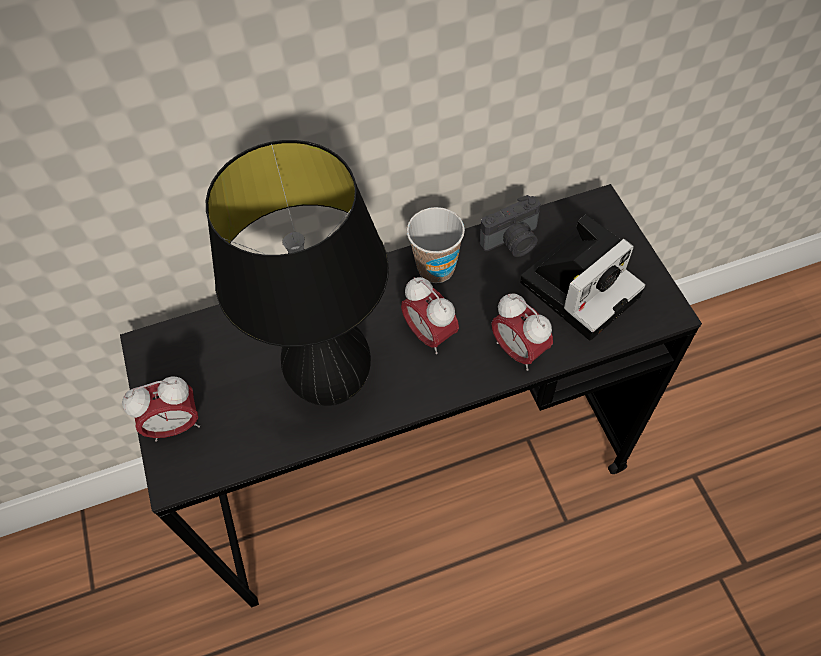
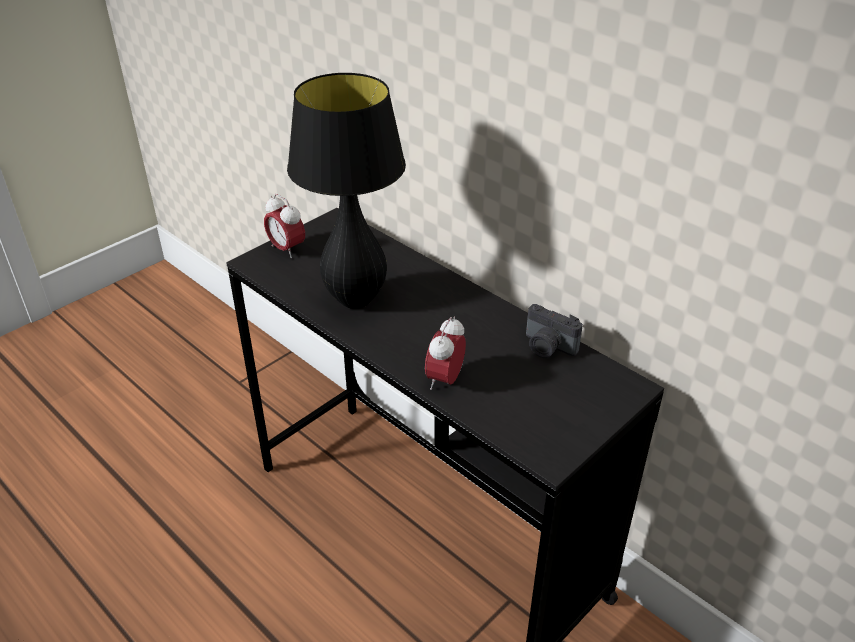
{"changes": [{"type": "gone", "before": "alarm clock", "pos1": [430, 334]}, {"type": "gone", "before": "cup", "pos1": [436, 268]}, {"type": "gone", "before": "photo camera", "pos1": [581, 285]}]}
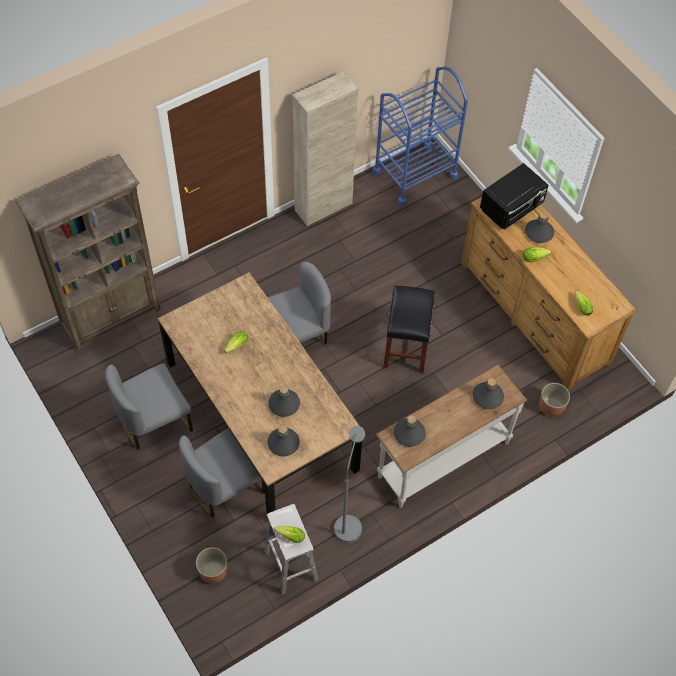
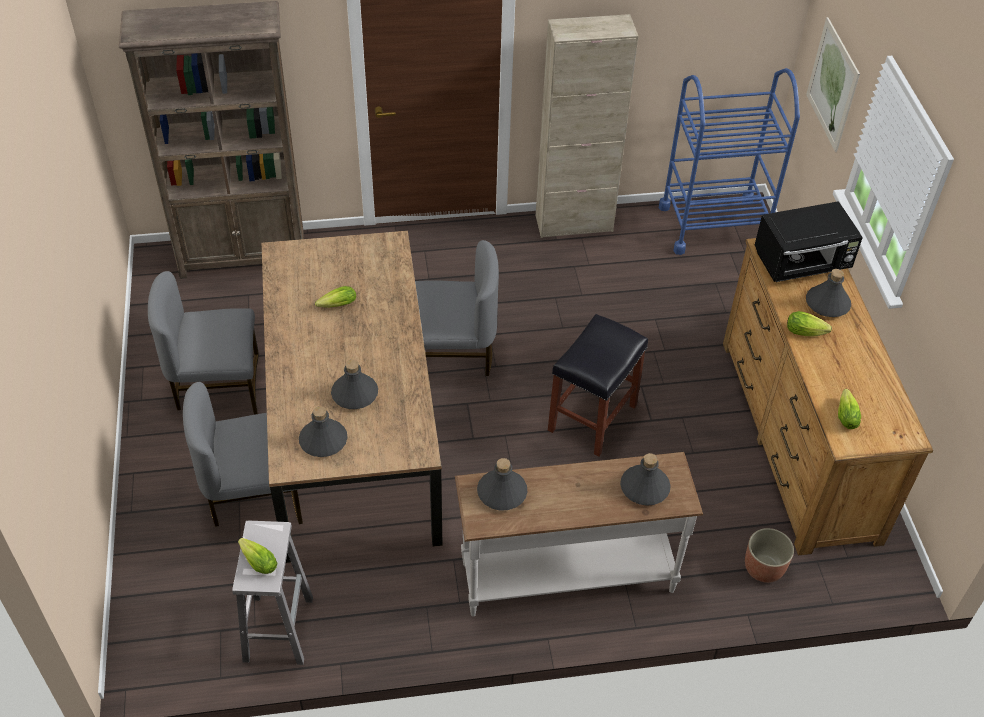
{"changes": [{"type": "gone", "before": "planter", "pos1": [213, 571]}, {"type": "gone", "before": "grey floor lamp", "pos1": [348, 521]}, {"type": "new", "after": "picture", "pos2": [832, 84]}]}
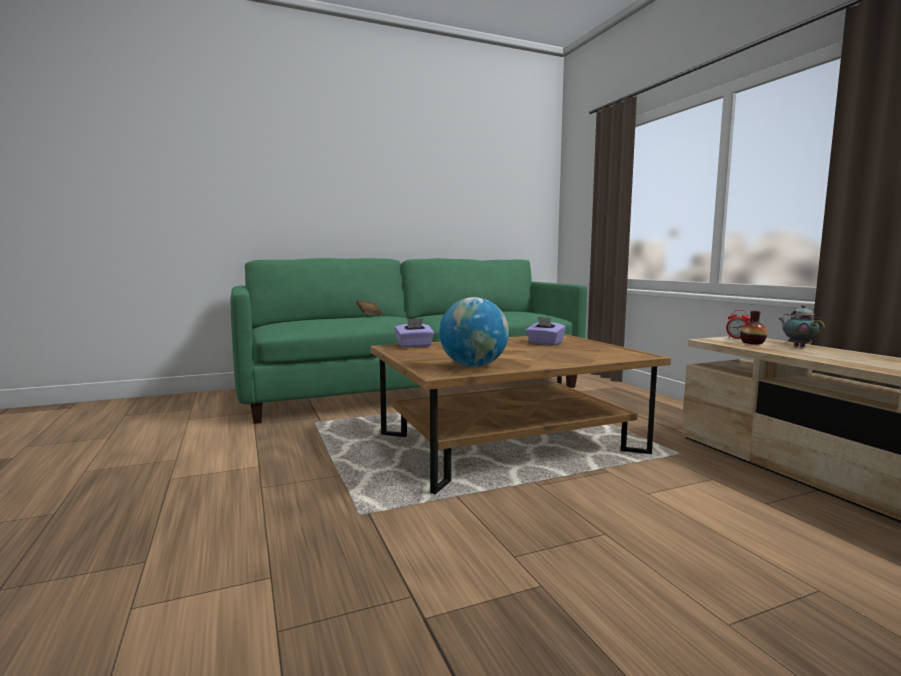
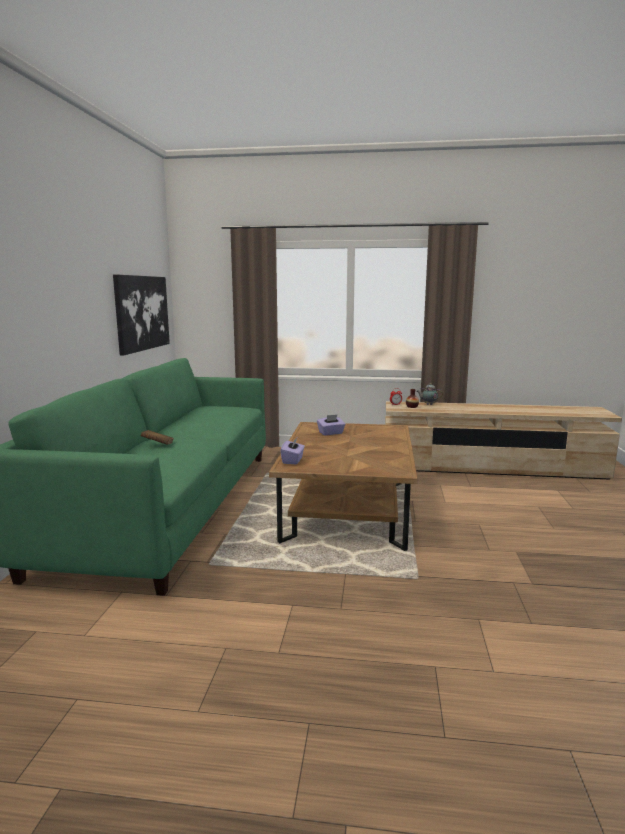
{"changes": [{"type": "gone", "before": "globe", "pos1": [473, 366]}, {"type": "new", "after": "picture", "pos2": [142, 313]}]}
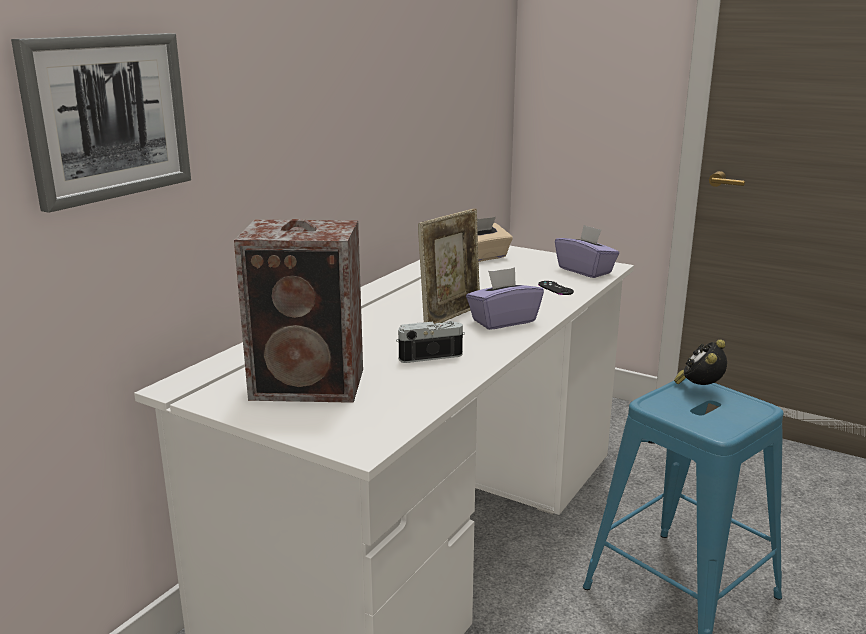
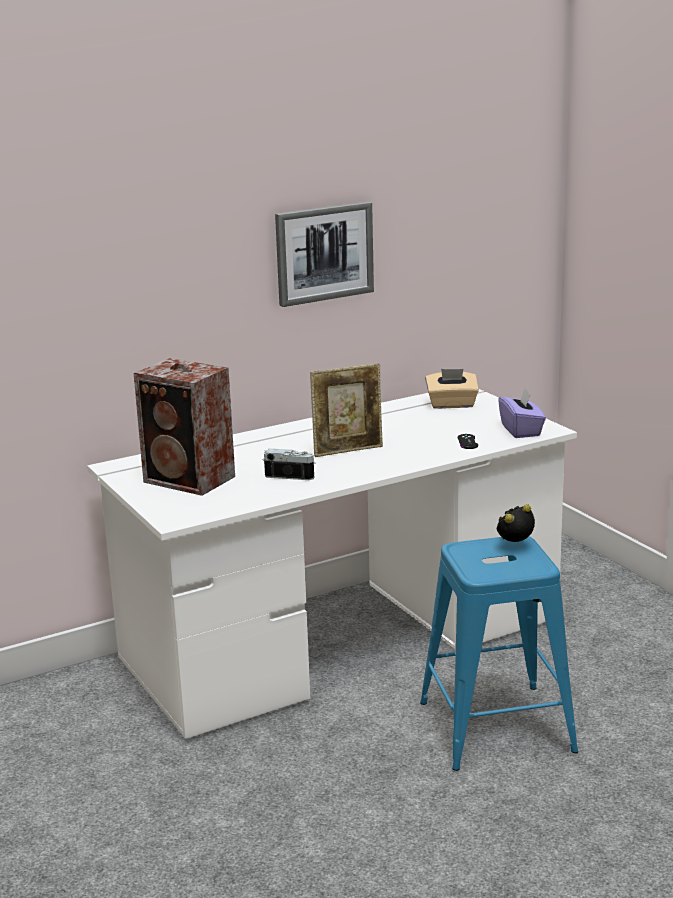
{"changes": [{"type": "shifted", "before": "picture", "pos1": [107, 117], "pos2": [324, 253]}, {"type": "gone", "before": "purple tissue box", "pos1": [503, 321]}]}
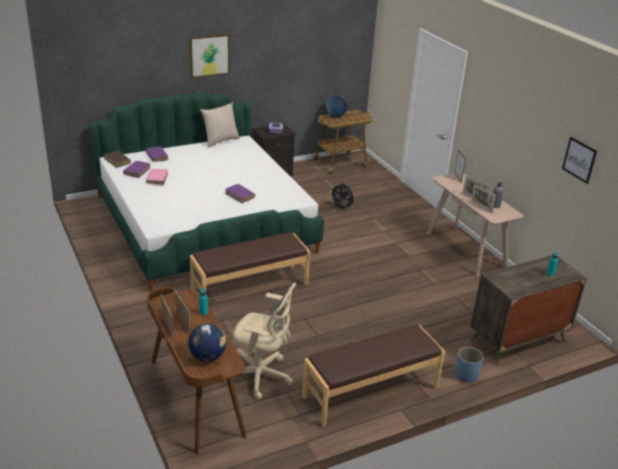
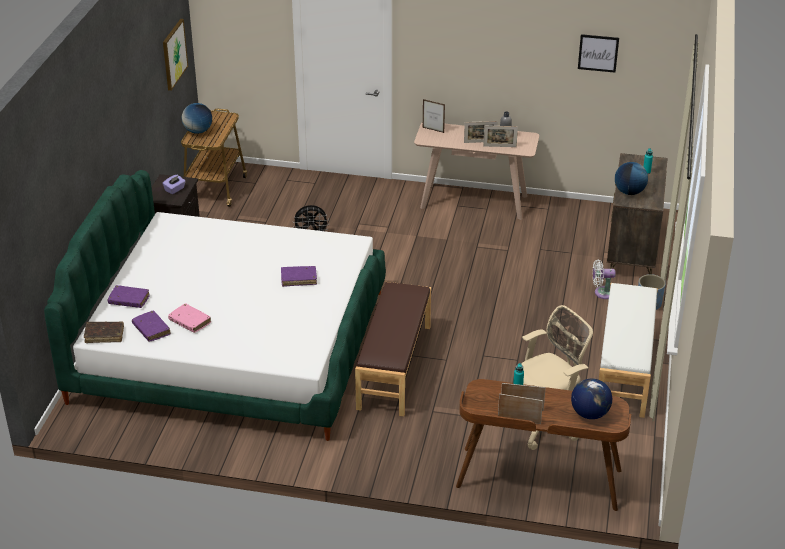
{"changes": [{"type": "shifted", "before": "picture", "pos1": [209, 55], "pos2": [174, 54]}, {"type": "gone", "before": "beige pillow", "pos1": [220, 141]}, {"type": "repainted", "before": "brown bench", "after": "white bench", "pos1": [371, 393], "pos2": [625, 368]}, {"type": "new", "after": "white fan", "pos2": [602, 293]}, {"type": "new", "after": "globe", "pos2": [629, 192]}]}
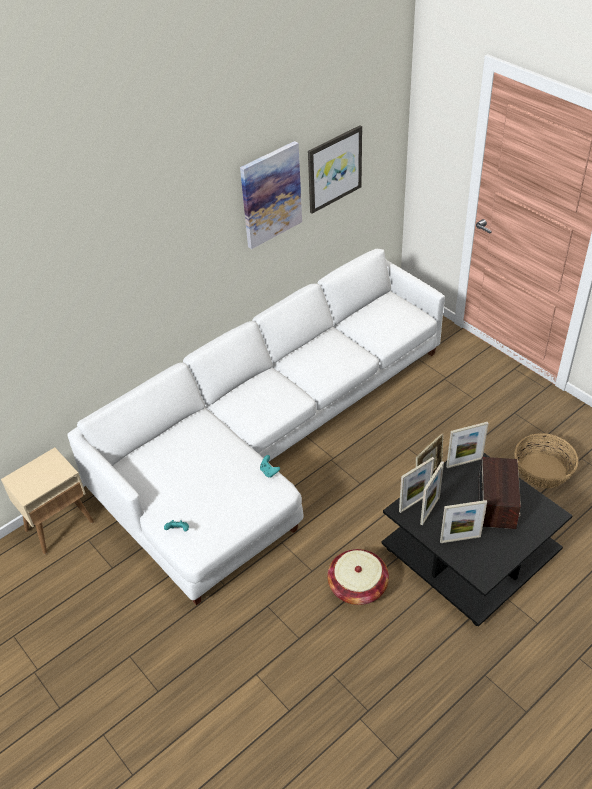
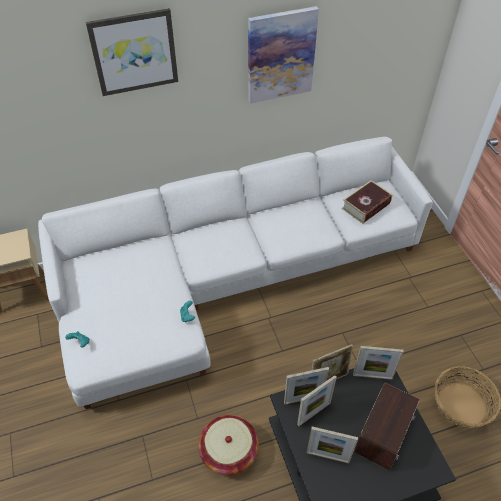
{"changes": [{"type": "shifted", "before": "picture", "pos1": [334, 169], "pos2": [134, 52]}, {"type": "new", "after": "book", "pos2": [366, 206]}]}
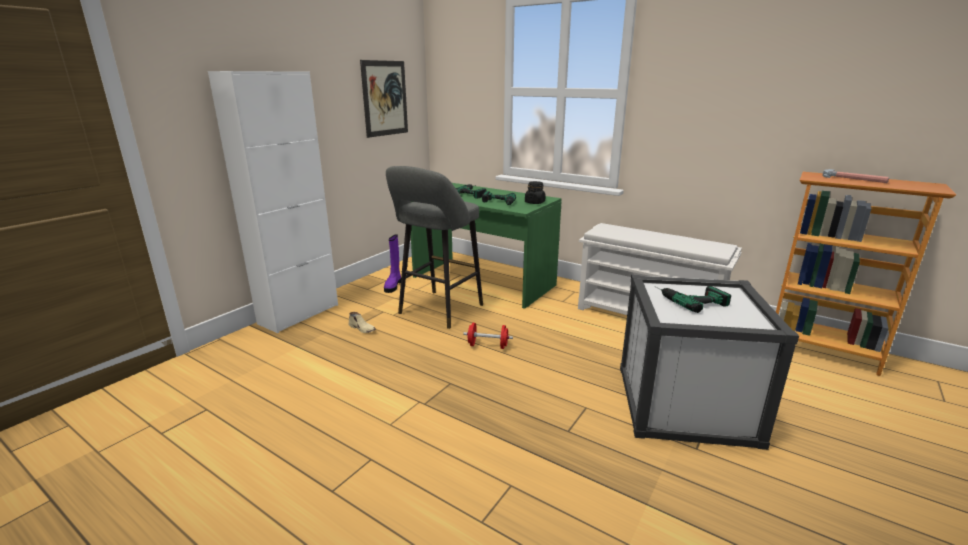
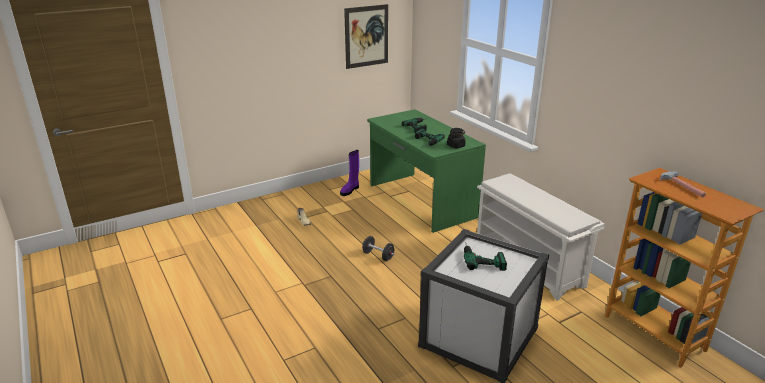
{"changes": [{"type": "gone", "before": "white cabinet", "pos1": [299, 314]}, {"type": "gone", "before": "grey stool", "pos1": [438, 311]}, {"type": "repainted", "before": "red dumbbell", "after": "black dumbbell", "pos1": [488, 345], "pos2": [378, 256]}]}
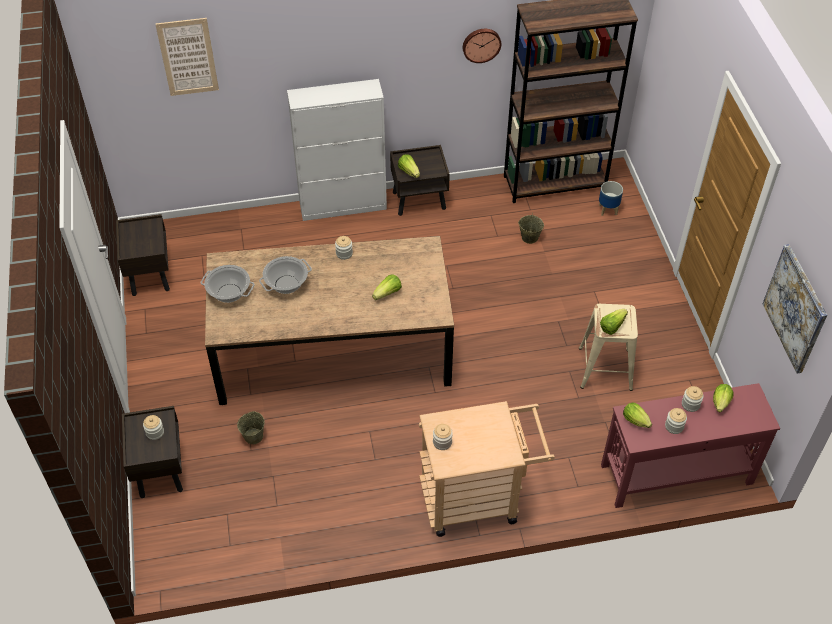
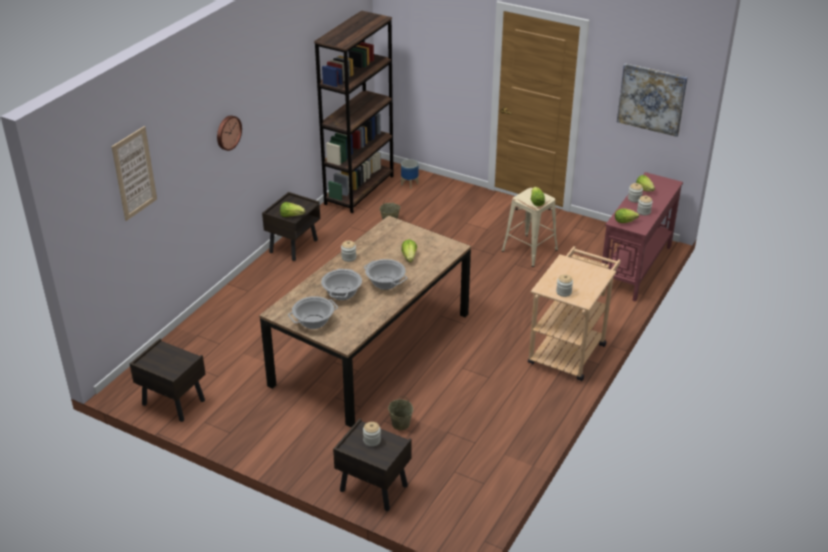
{"changes": [{"type": "gone", "before": "white cabinet", "pos1": [343, 205]}, {"type": "shifted", "before": "wall clock", "pos1": [481, 44], "pos2": [227, 132]}, {"type": "new", "after": "cooking pot", "pos2": [385, 283]}]}
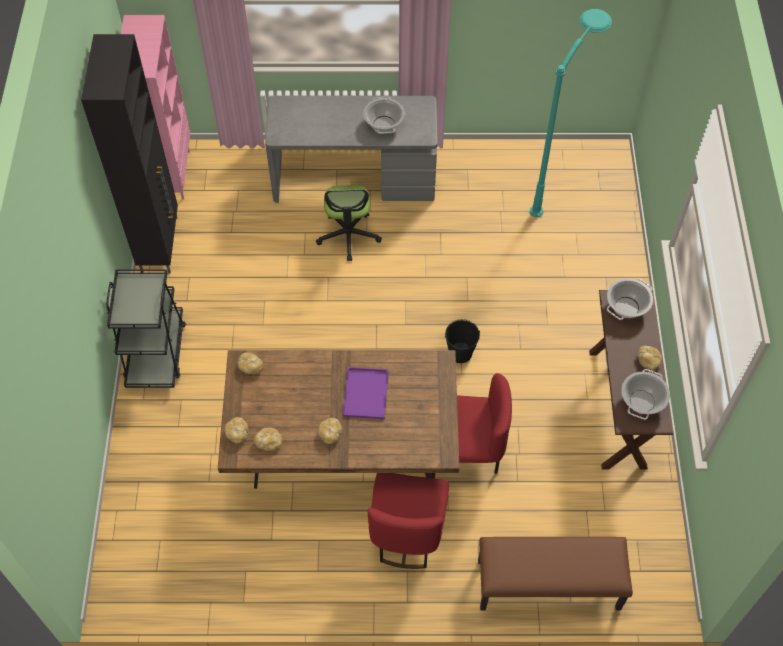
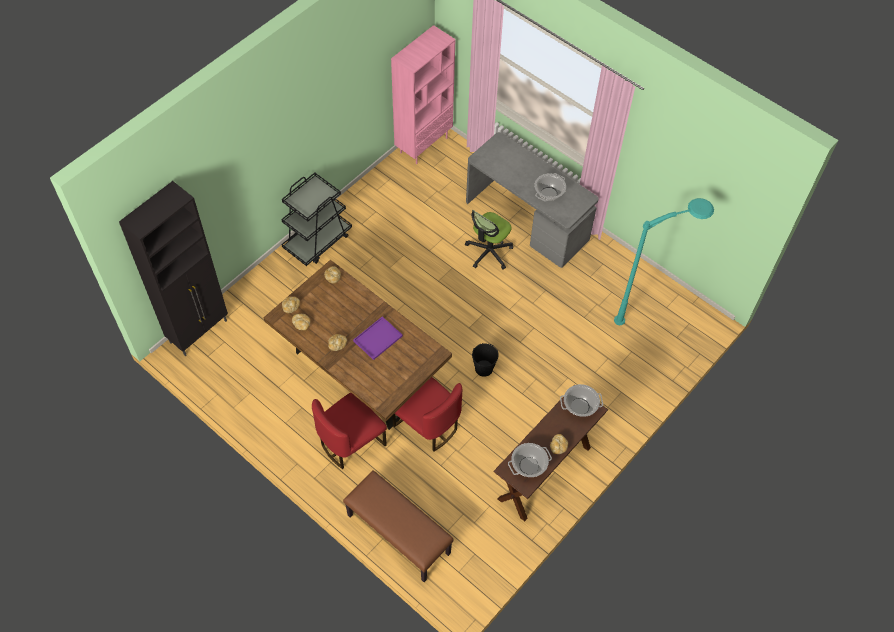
{"changes": [{"type": "shifted", "before": "black cabinet", "pos1": [160, 244], "pos2": [199, 331]}]}
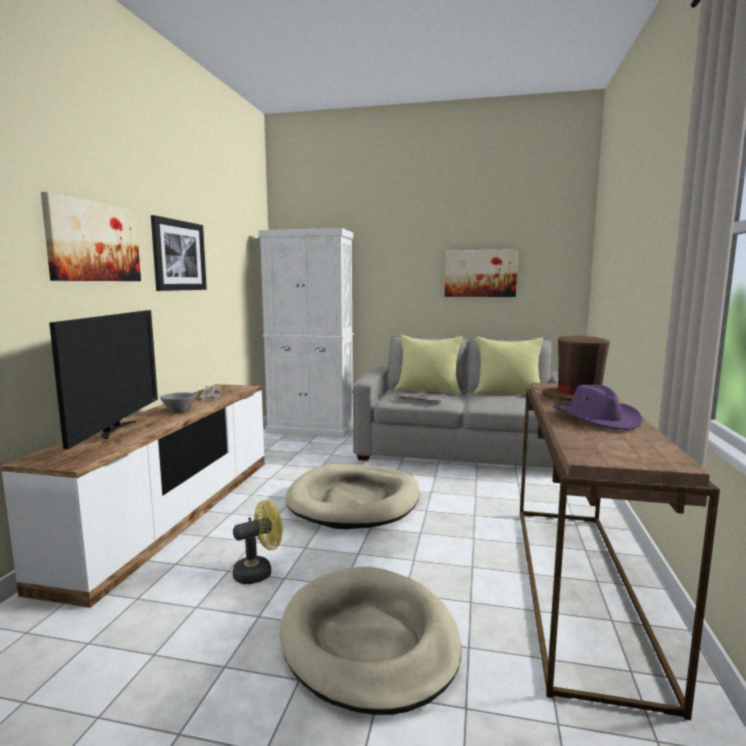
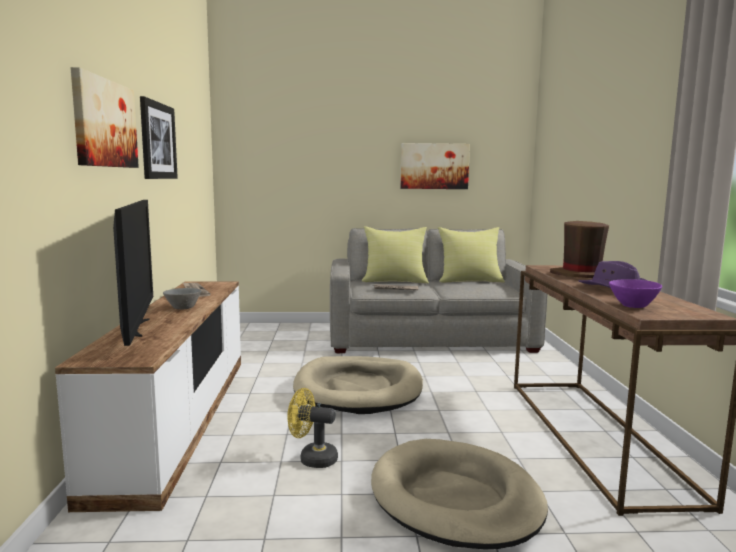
{"changes": [{"type": "rotated", "before": "yellow fan", "pos1": [258, 572], "pos2": [312, 459], "turn": -120}, {"type": "gone", "before": "white cabinet", "pos1": [311, 430]}, {"type": "new", "after": "purple bowl", "pos2": [631, 305]}]}
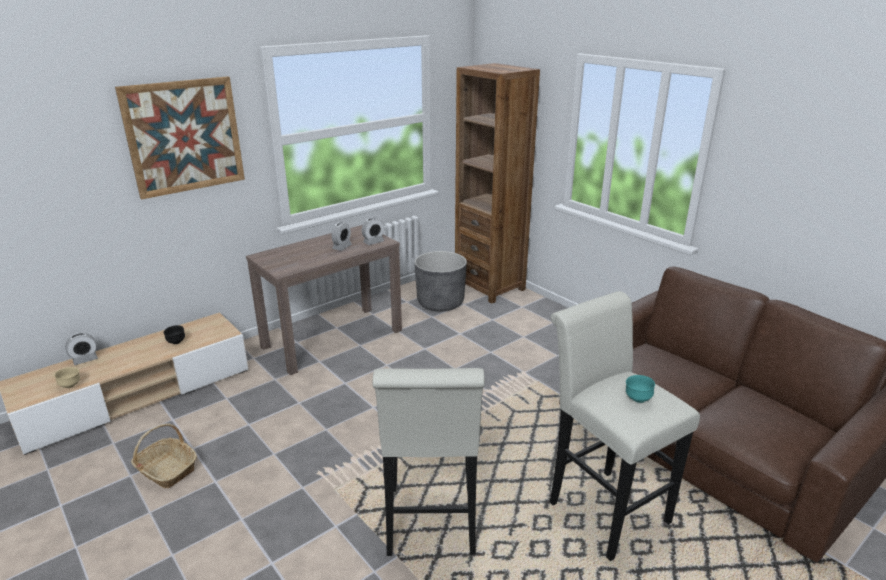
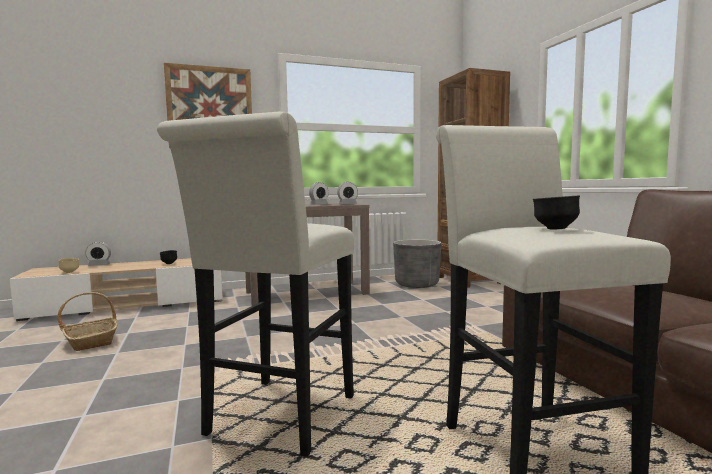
{"changes": [{"type": "repainted", "before": "turquoise bowl", "after": "black bowl", "pos1": [637, 399], "pos2": [554, 229]}]}
